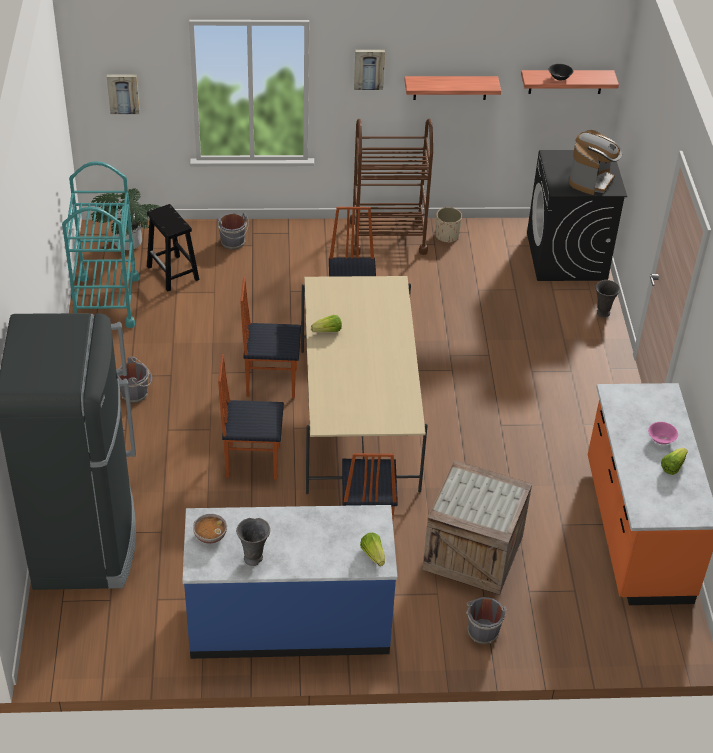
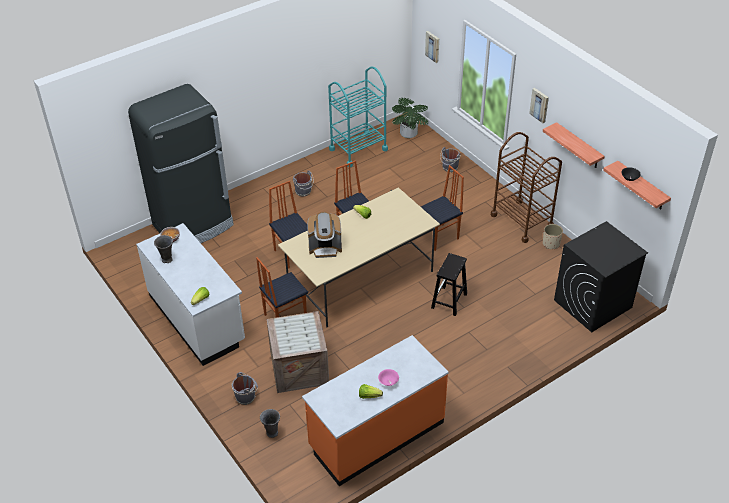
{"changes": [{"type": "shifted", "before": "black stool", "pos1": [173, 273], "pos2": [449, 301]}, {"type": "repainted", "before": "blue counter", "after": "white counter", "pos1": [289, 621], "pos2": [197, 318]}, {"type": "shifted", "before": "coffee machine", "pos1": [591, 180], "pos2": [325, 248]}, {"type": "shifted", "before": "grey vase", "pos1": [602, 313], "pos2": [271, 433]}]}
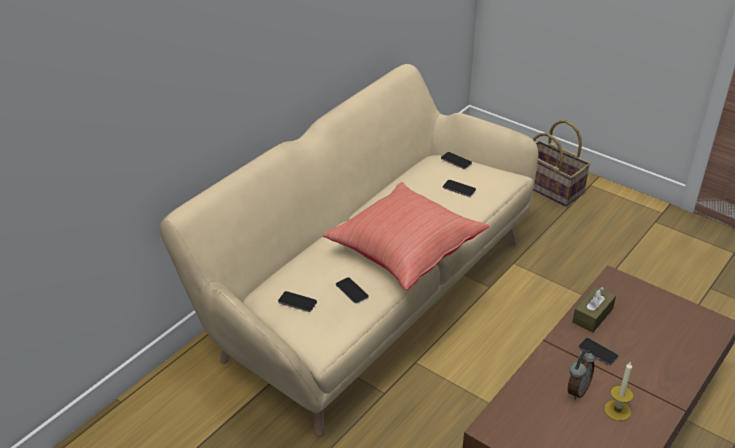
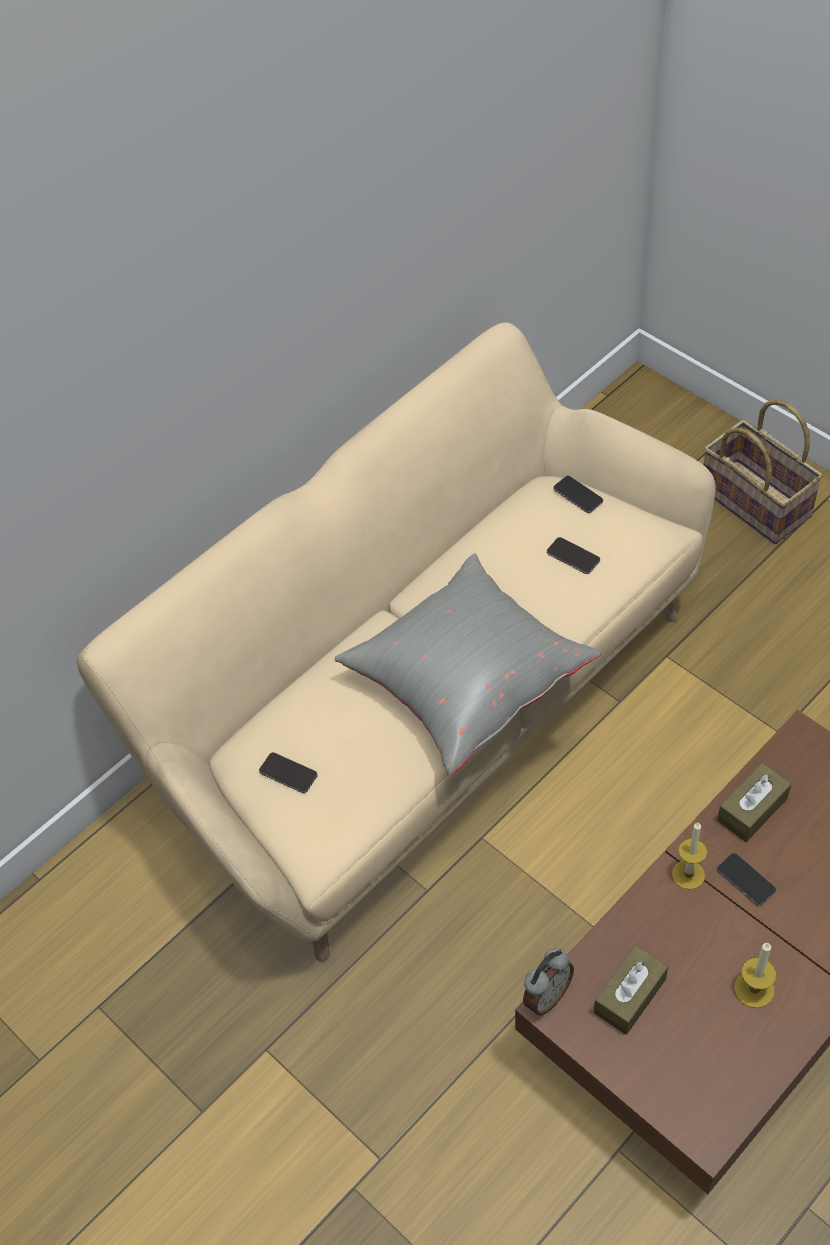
{"changes": [{"type": "repainted", "before": "red pillow", "after": "grey pillow", "pos1": [404, 251], "pos2": [465, 681]}, {"type": "gone", "before": "phone", "pos1": [352, 290]}, {"type": "shifted", "before": "alarm clock", "pos1": [576, 390], "pos2": [546, 996]}, {"type": "new", "after": "brown tissue box", "pos2": [629, 996]}, {"type": "new", "after": "candle", "pos2": [688, 874]}]}
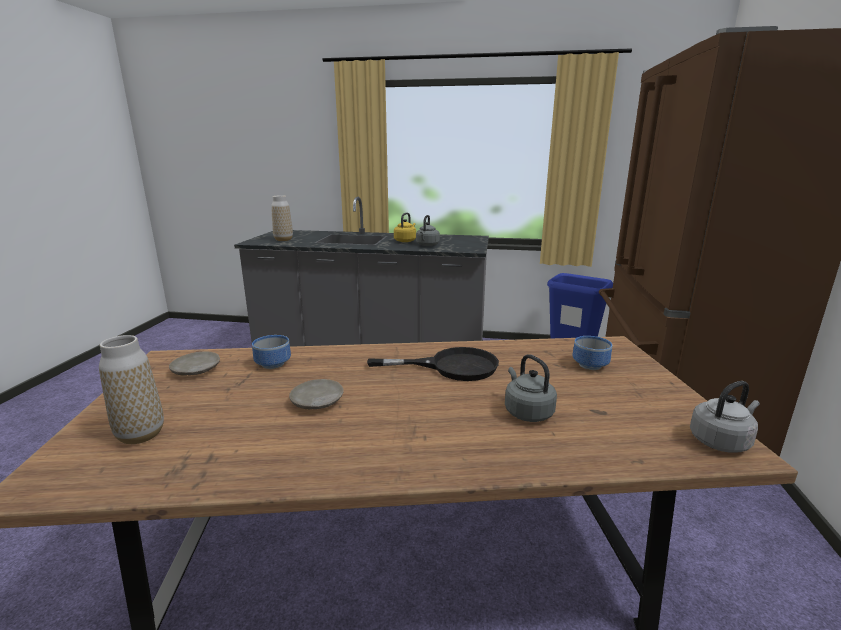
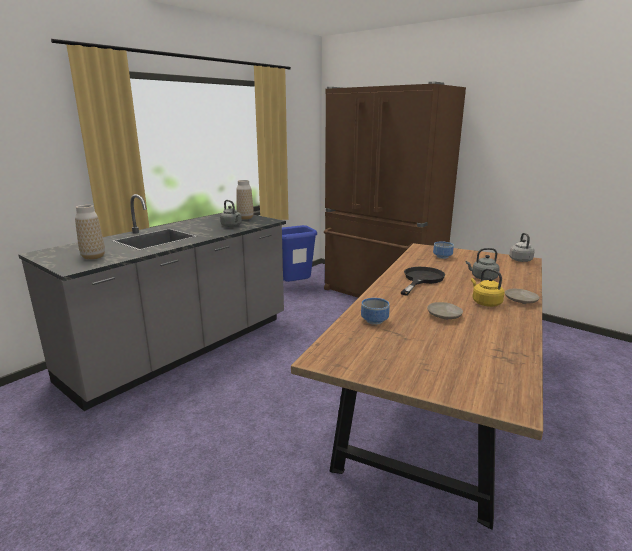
{"changes": [{"type": "shifted", "before": "vase", "pos1": [141, 435], "pos2": [245, 218]}, {"type": "shifted", "before": "beige plate", "pos1": [196, 370], "pos2": [521, 301]}, {"type": "shifted", "before": "yellow kettle", "pos1": [405, 241], "pos2": [485, 303]}]}
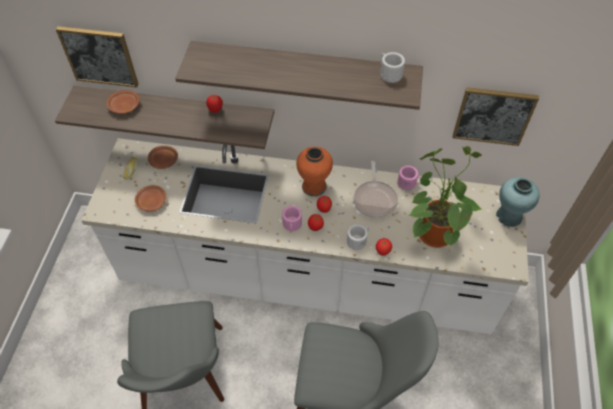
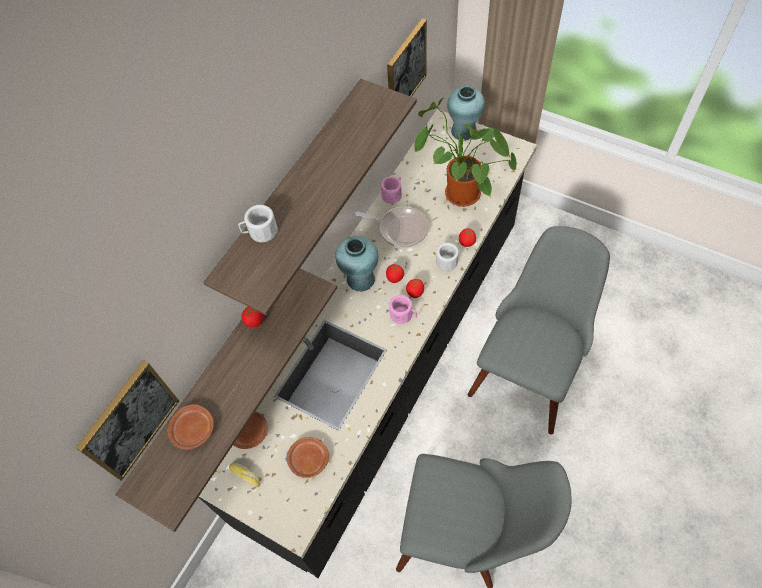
{"changes": [{"type": "repainted", "before": "white counter", "after": "black counter", "pos1": [306, 278], "pos2": [388, 367]}, {"type": "repainted", "before": "orange vase", "after": "turquoise vase", "pos1": [314, 186], "pos2": [360, 279]}, {"type": "shifted", "before": "white mug", "pos1": [389, 73], "pos2": [260, 232]}]}
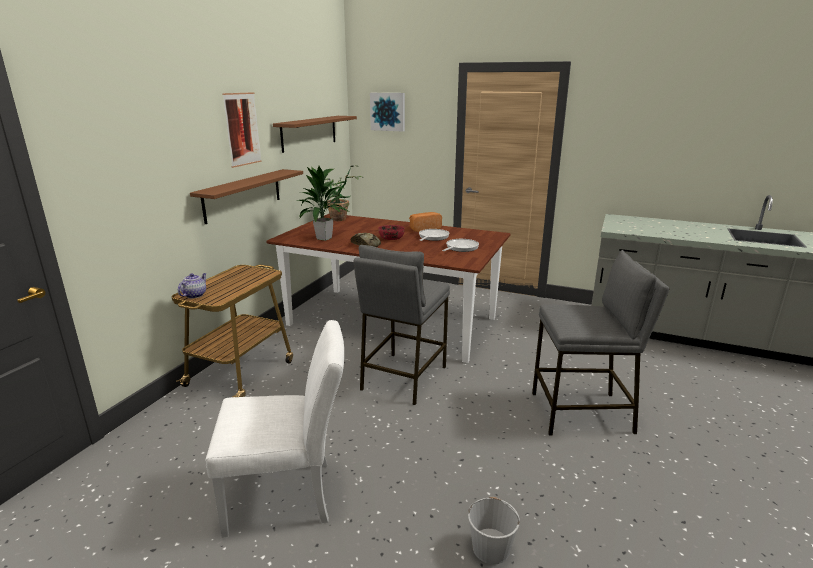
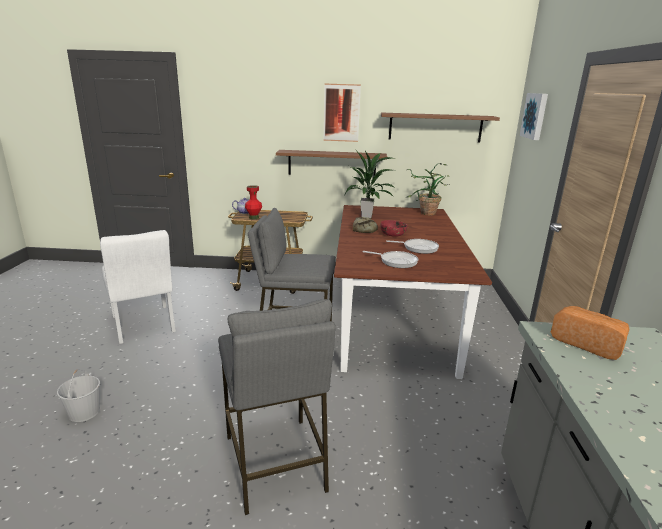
{"changes": [{"type": "shifted", "before": "bread", "pos1": [424, 229], "pos2": [587, 343]}, {"type": "new", "after": "red vase", "pos2": [254, 217]}]}
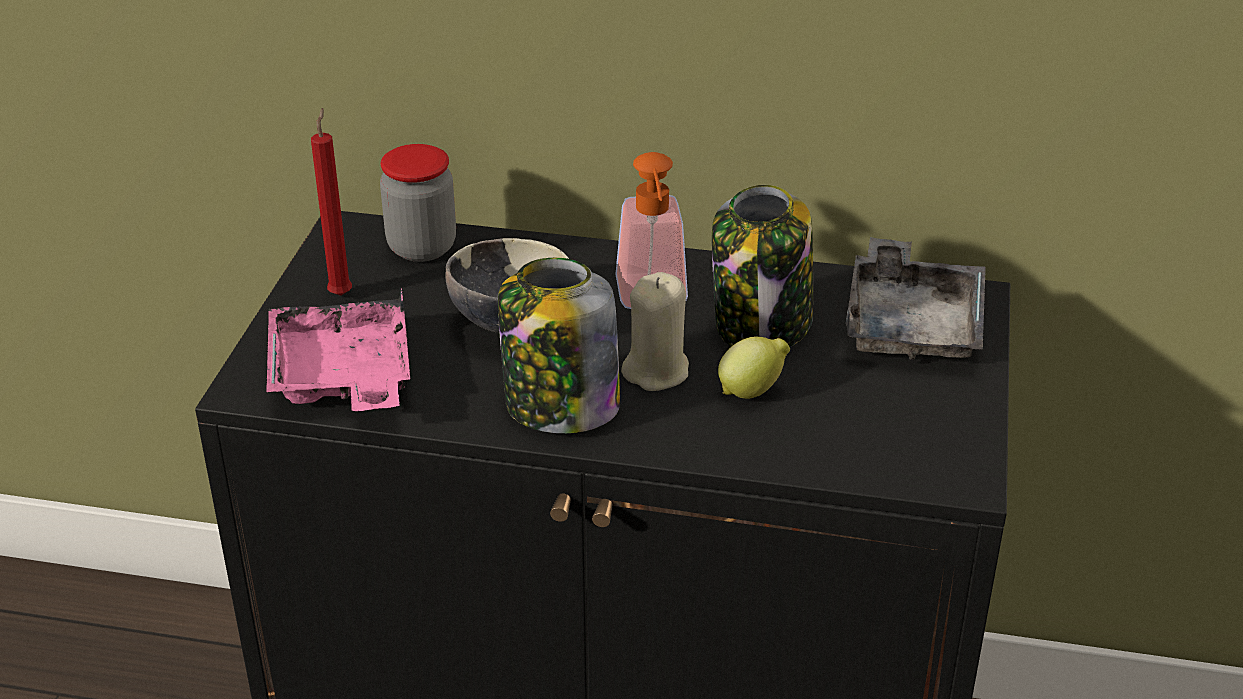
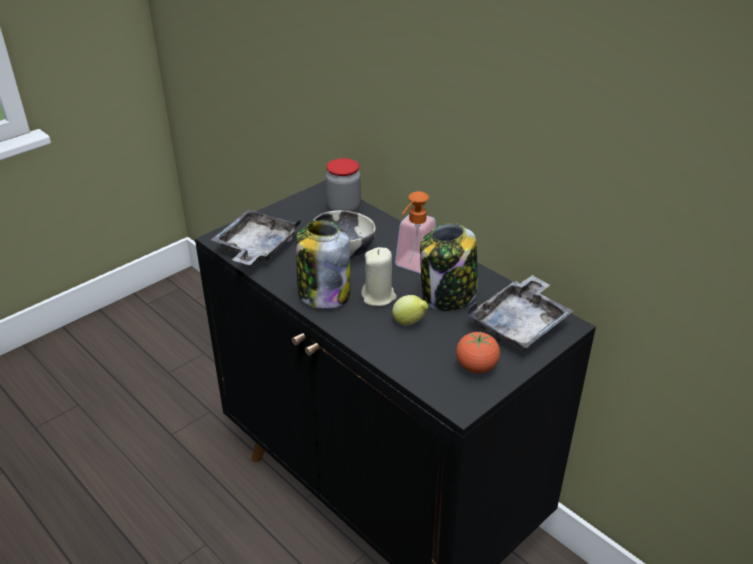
{"changes": [{"type": "repainted", "before": "pink tray", "after": "grey tray", "pos1": [342, 377], "pos2": [256, 248]}, {"type": "gone", "before": "red candle", "pos1": [341, 293]}, {"type": "new", "after": "tomato", "pos2": [476, 367]}]}
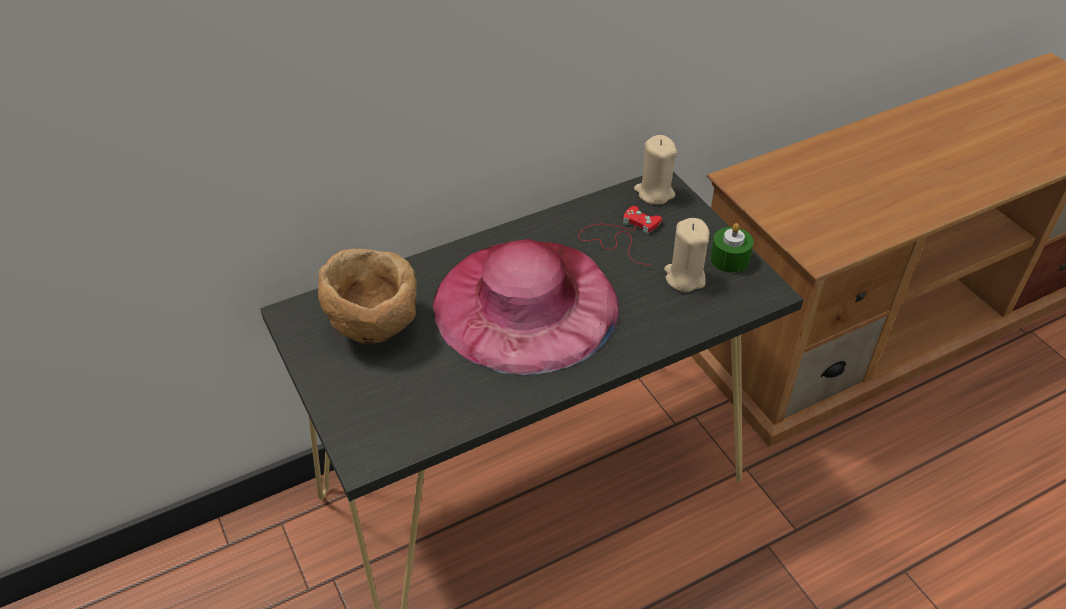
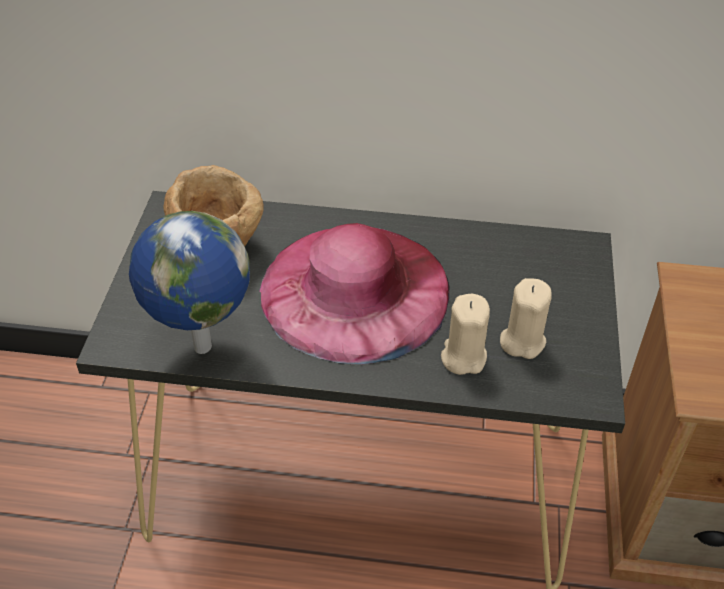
{"changes": [{"type": "gone", "before": "red game controller", "pos1": [621, 236]}, {"type": "shifted", "before": "beige candle", "pos1": [654, 193], "pos2": [463, 357]}, {"type": "gone", "before": "green candle", "pos1": [729, 259]}, {"type": "new", "after": "globe", "pos2": [200, 347]}]}
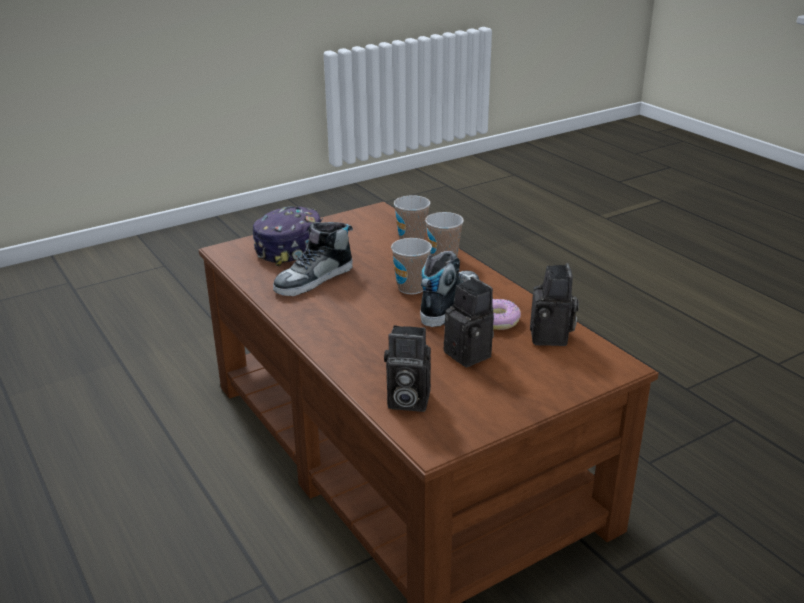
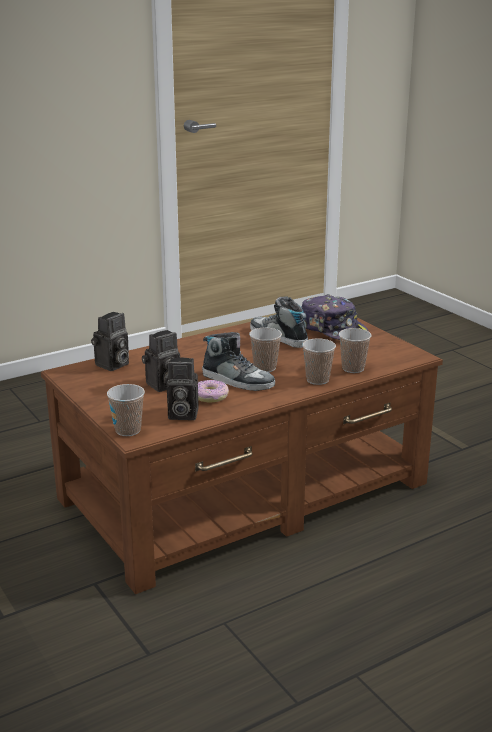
{"changes": [{"type": "rotated", "before": "photo camera", "pos1": [406, 401], "pos2": [112, 365], "turn": -150}, {"type": "new", "after": "cup", "pos2": [128, 430]}]}
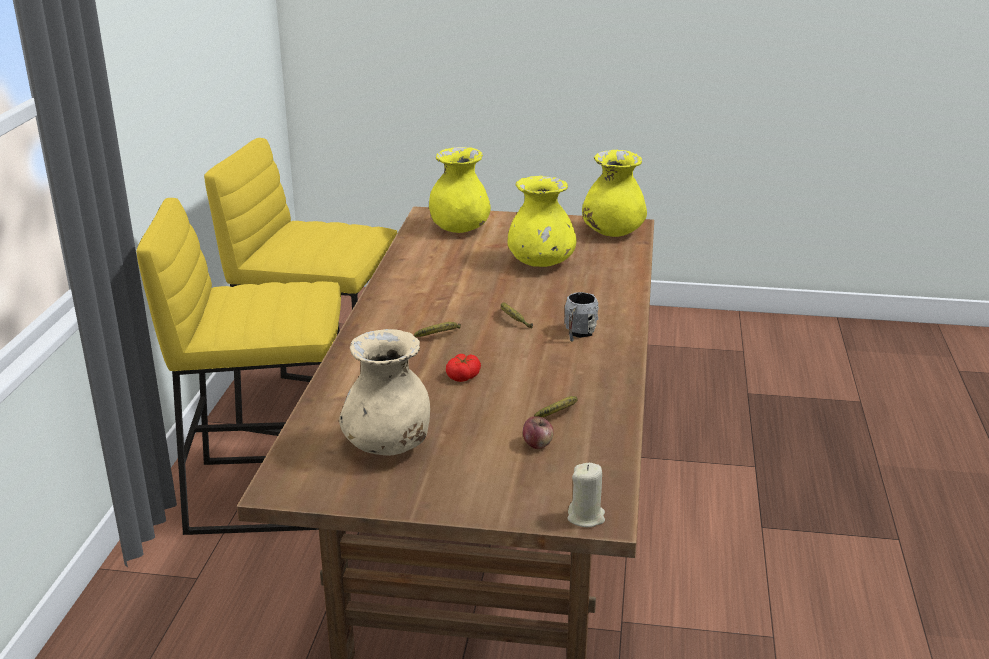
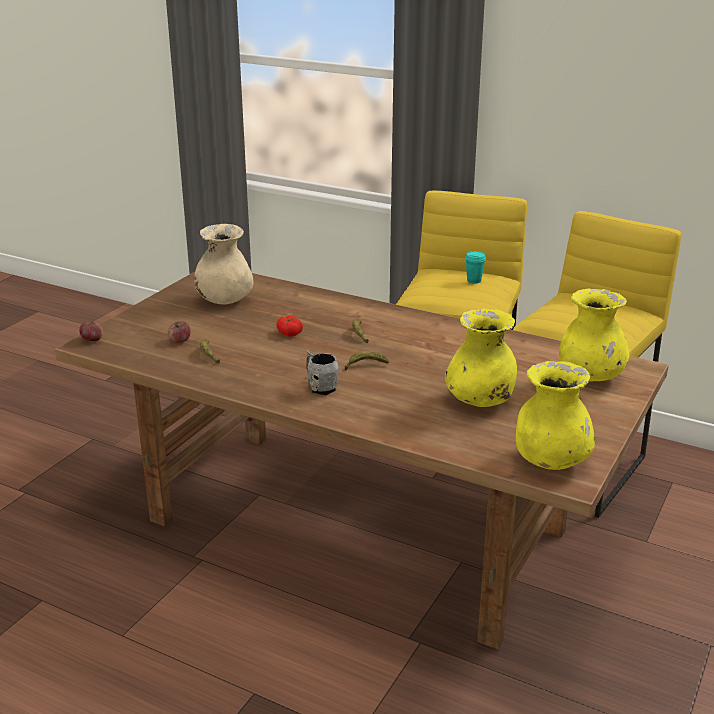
{"changes": [{"type": "swapped", "before": "beige candle", "after": "apple", "pos1": [586, 517], "pos2": [92, 340]}, {"type": "new", "after": "turquoise cup", "pos2": [474, 281]}]}
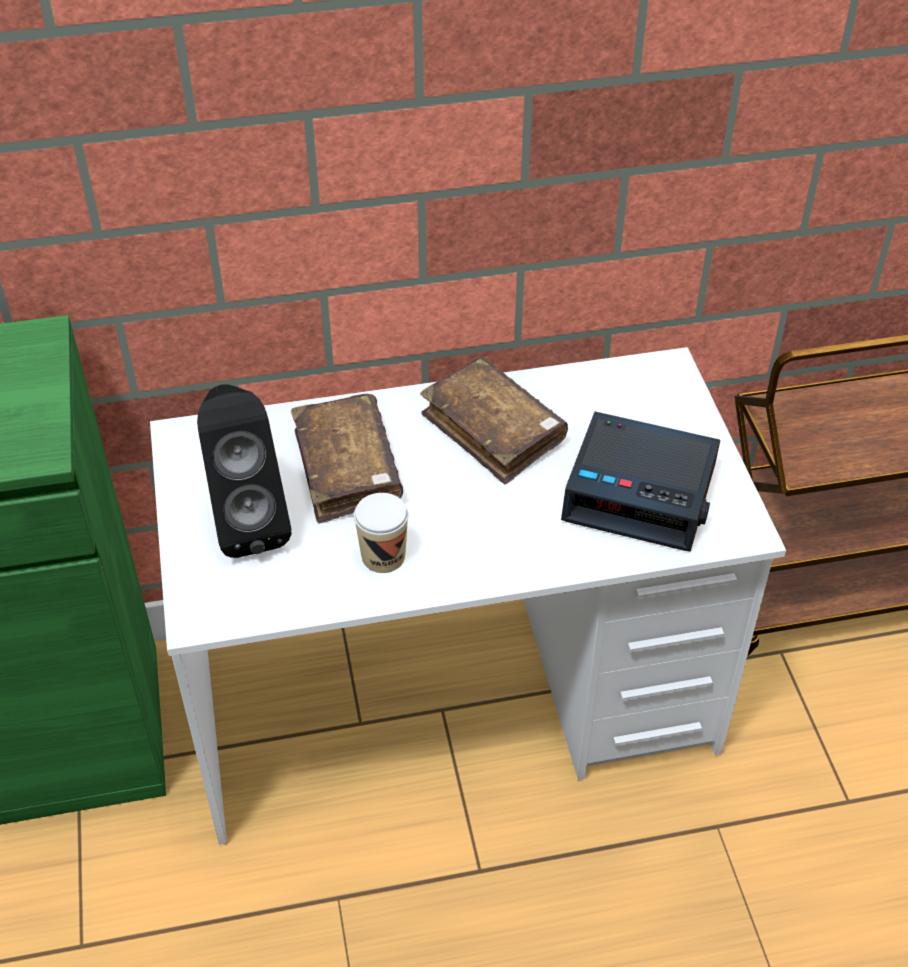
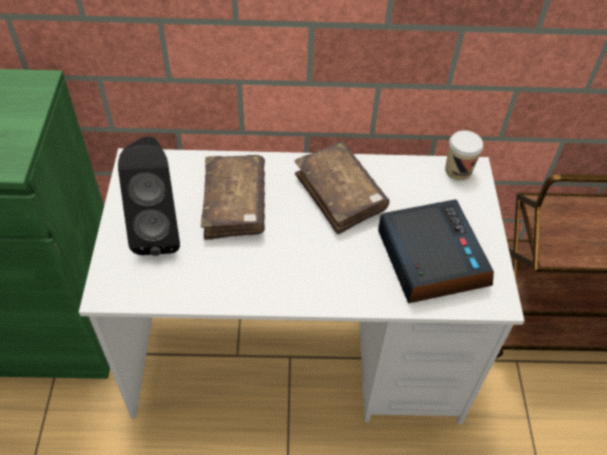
{"changes": [{"type": "shifted", "before": "cup", "pos1": [383, 556], "pos2": [458, 170]}, {"type": "rotated", "before": "alarm clock", "pos1": [641, 493], "pos2": [430, 258], "turn": -135}]}
